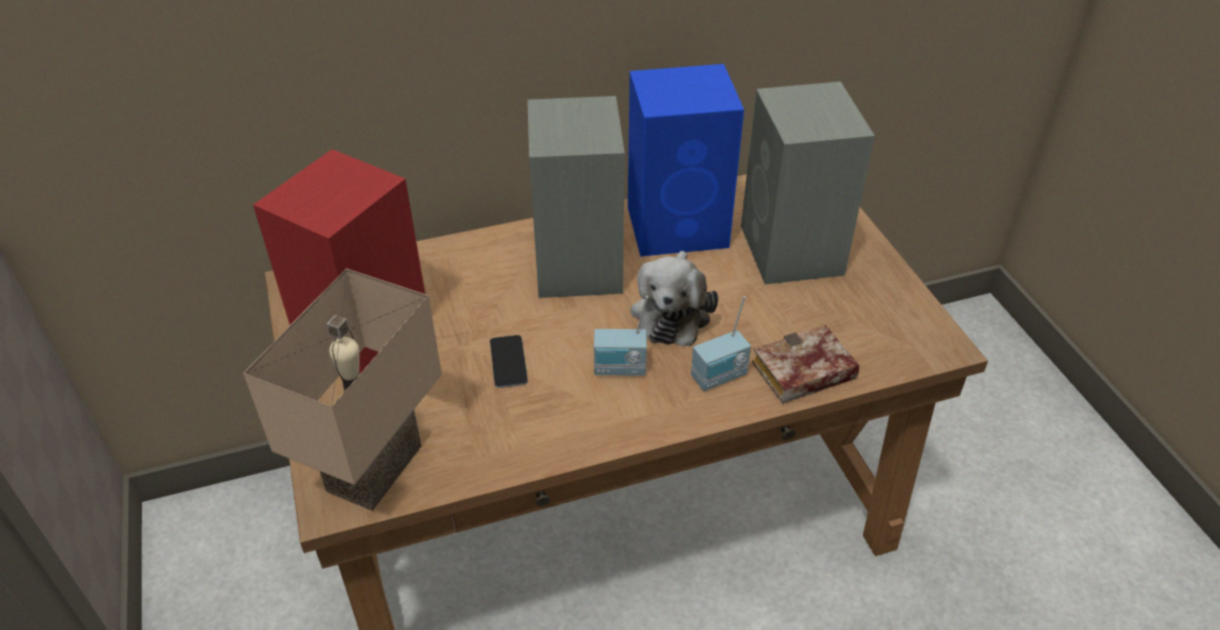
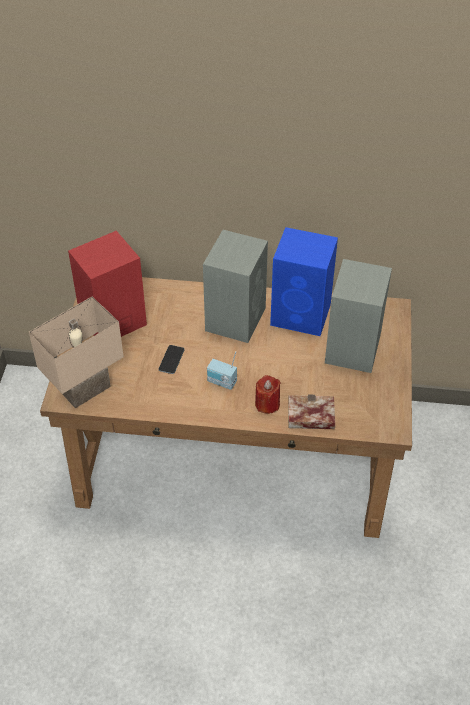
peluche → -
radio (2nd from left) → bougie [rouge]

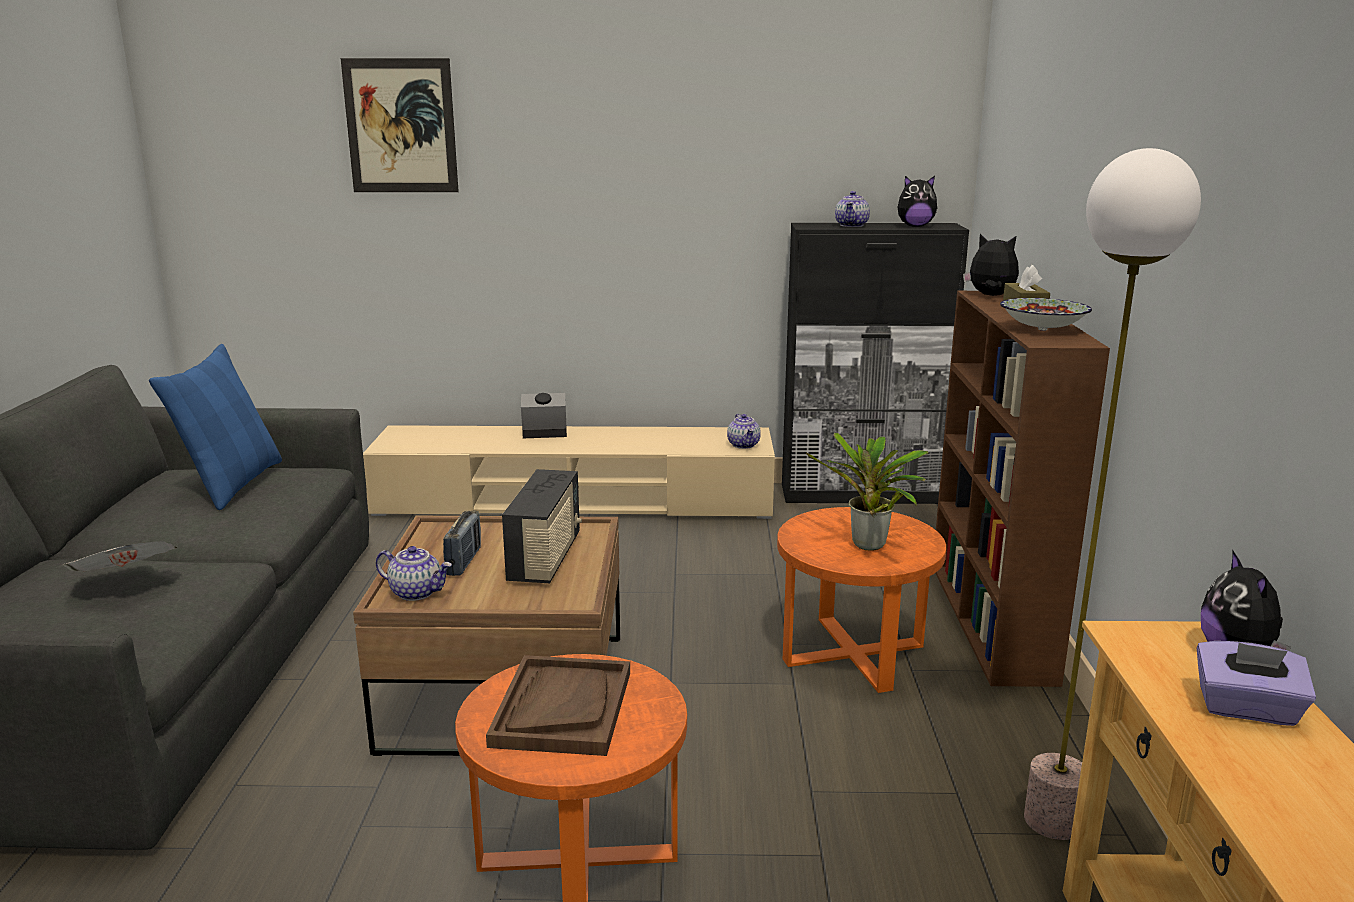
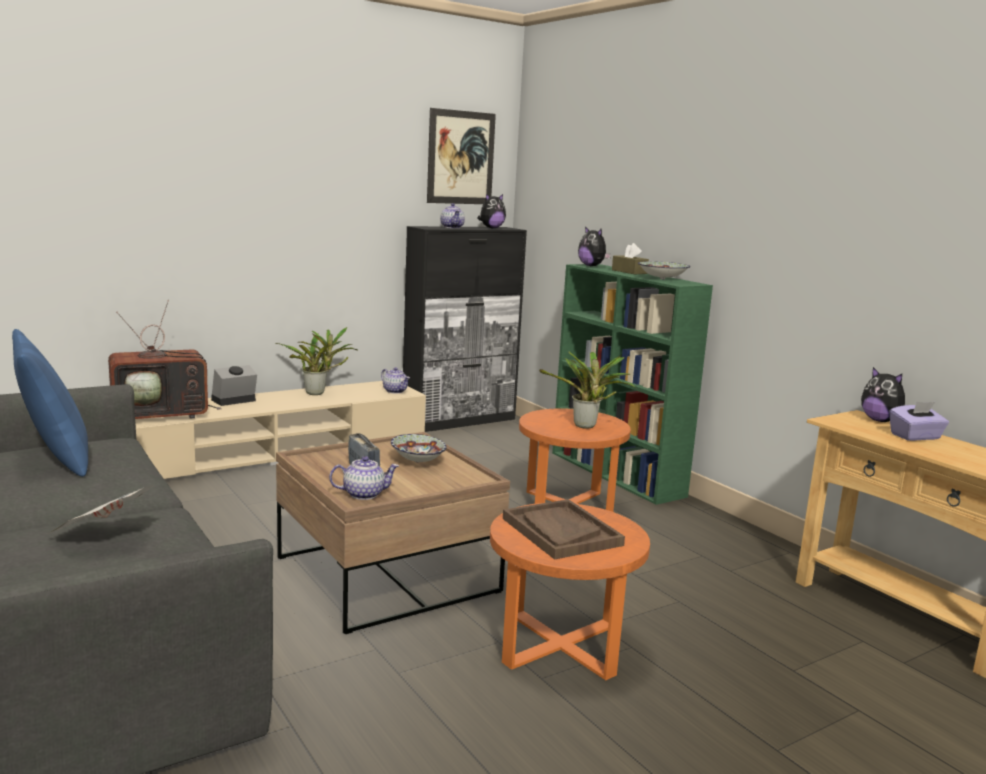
tableau, moved
lampadaire → -
peluche (2nd from left), 120 degrees counterclockwise
bibliothèque [marron] → bibliothèque [vert]
radio (2nd from left) → bol (1st from left)
- → téléviseur
- → plante en pot (1st from left)

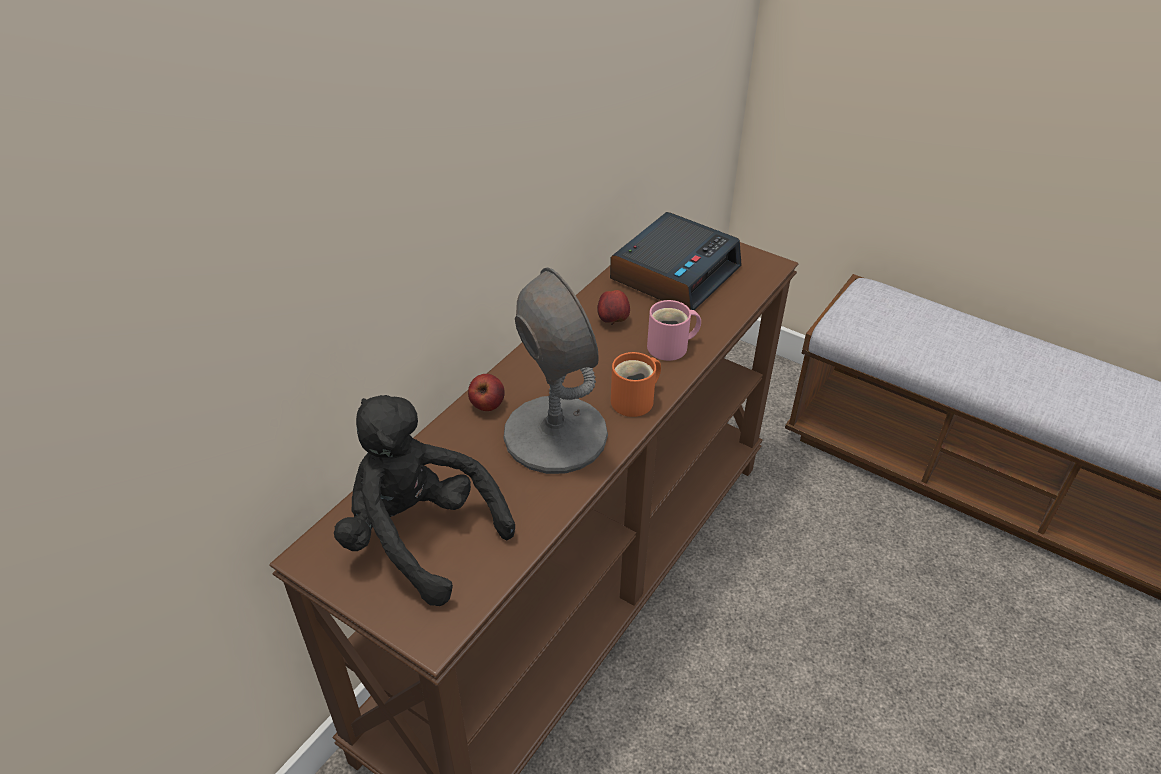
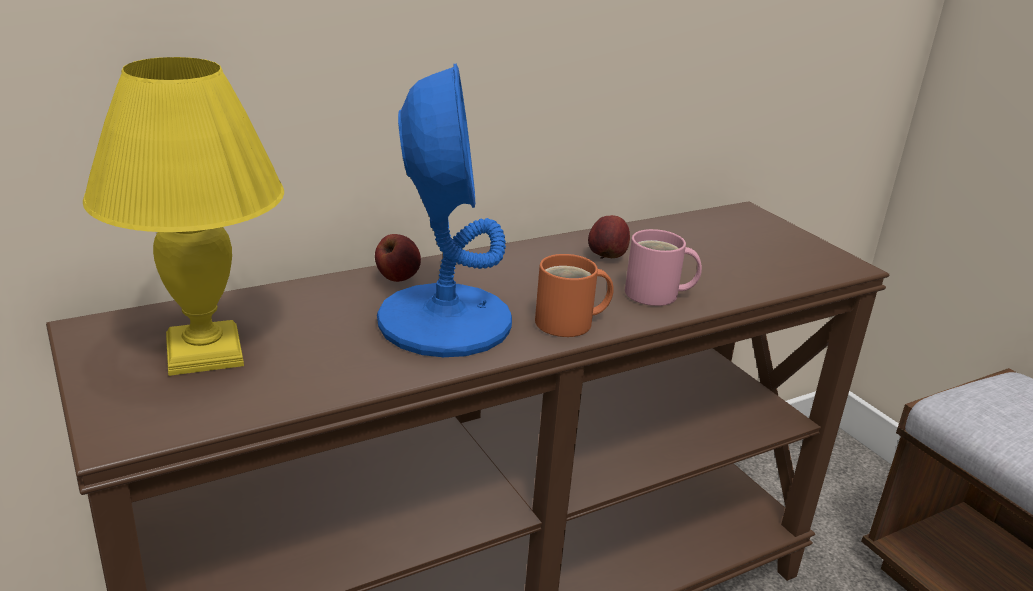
réveil → -
lampe de table [gris] → lampe de table [bleu]
peluche [noir] → lampe de table [jaune]

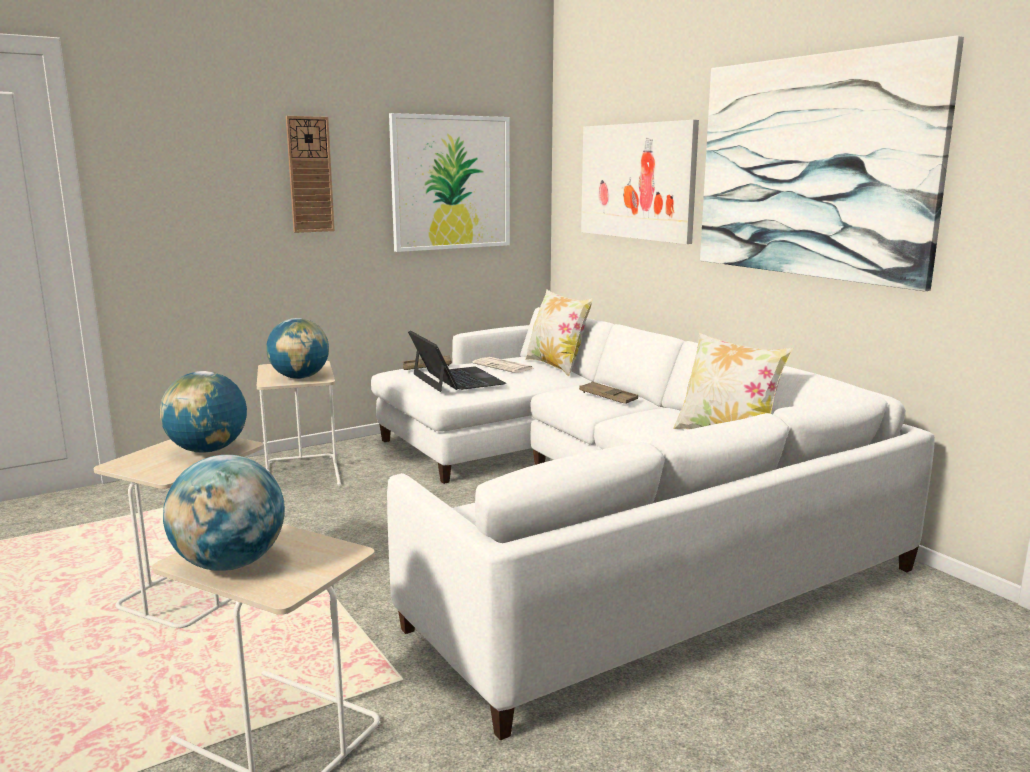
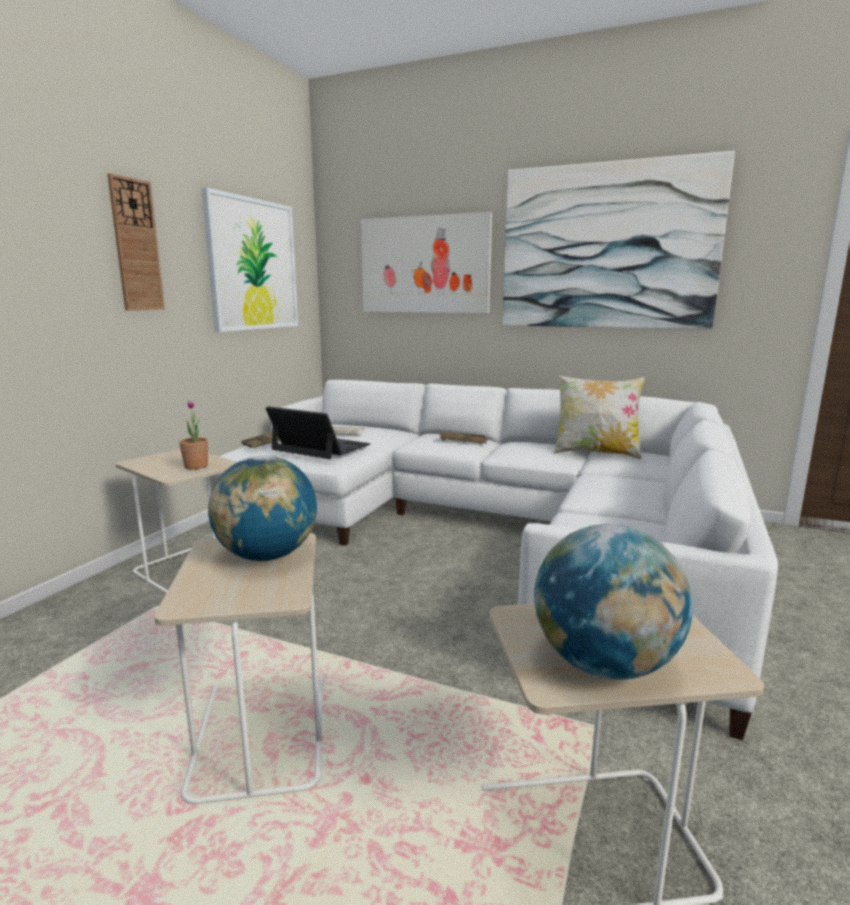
coussin (1st from left) → -
globe (3rd from left) → plante en pot

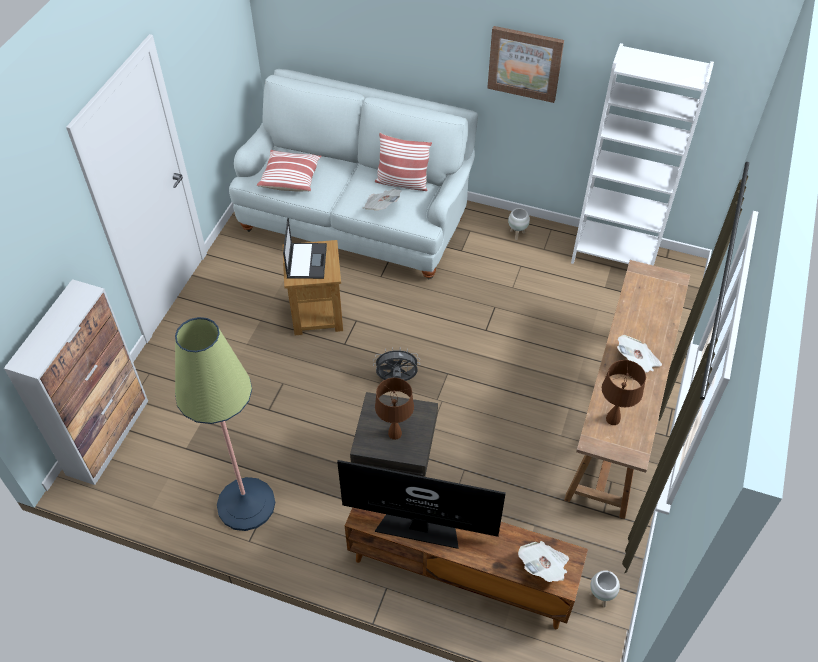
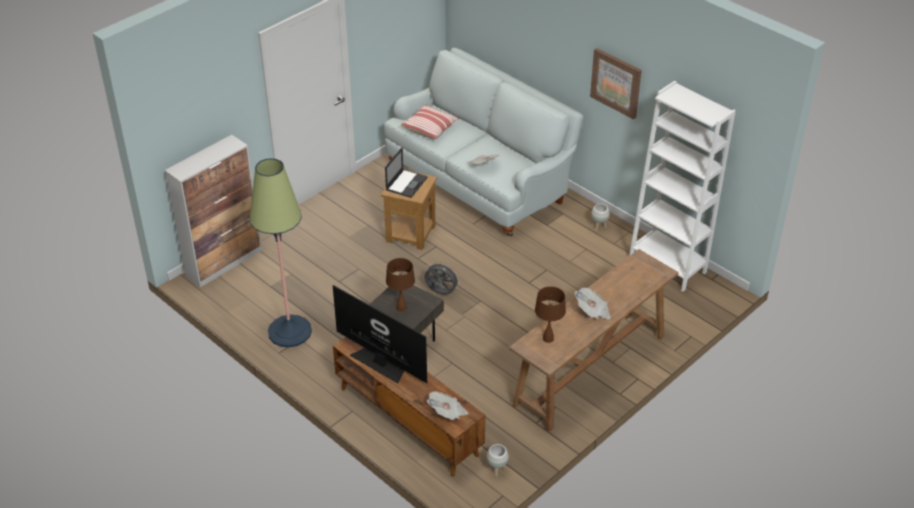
coussin (2nd from left) → -

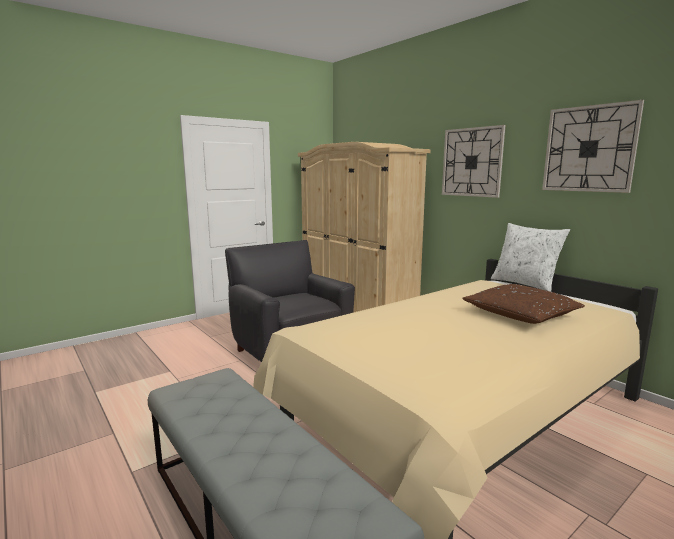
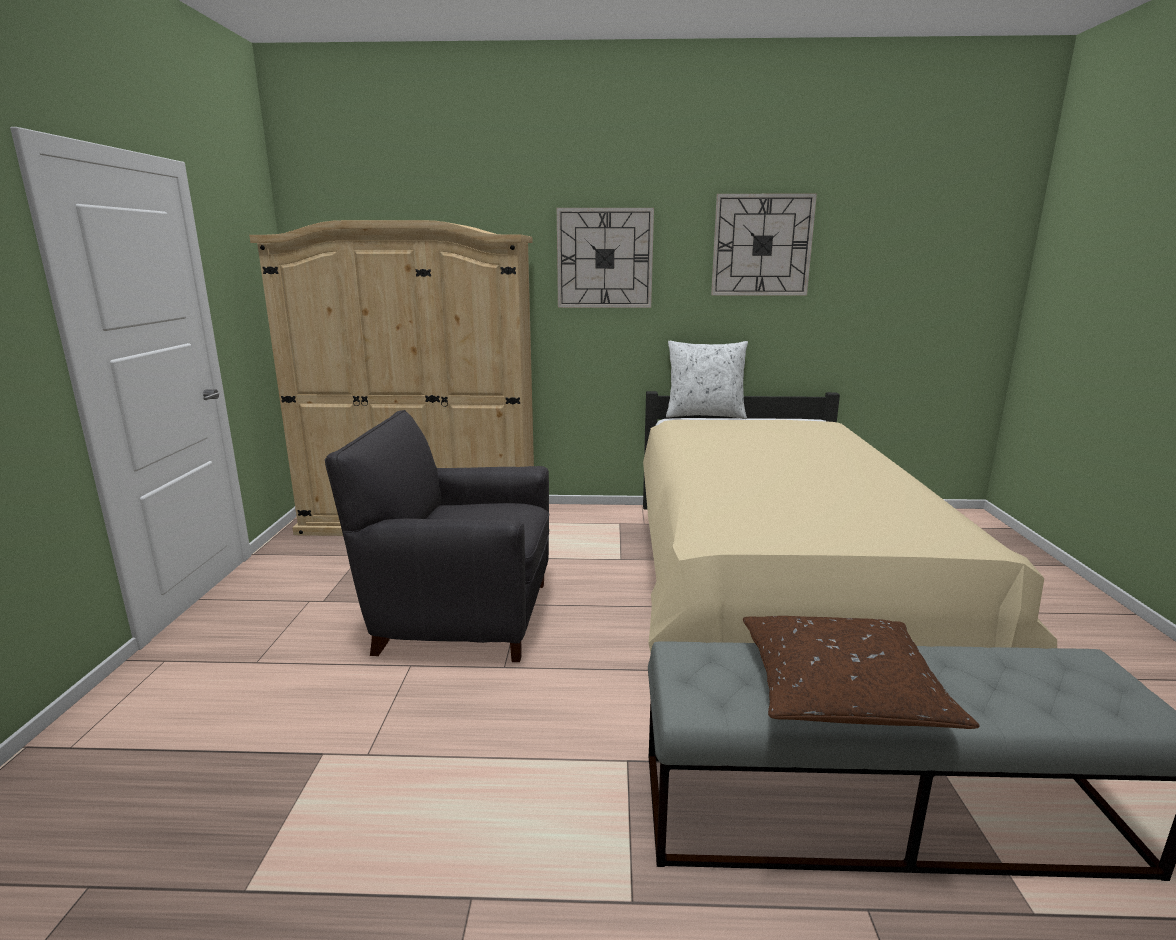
coussin [marron], moved

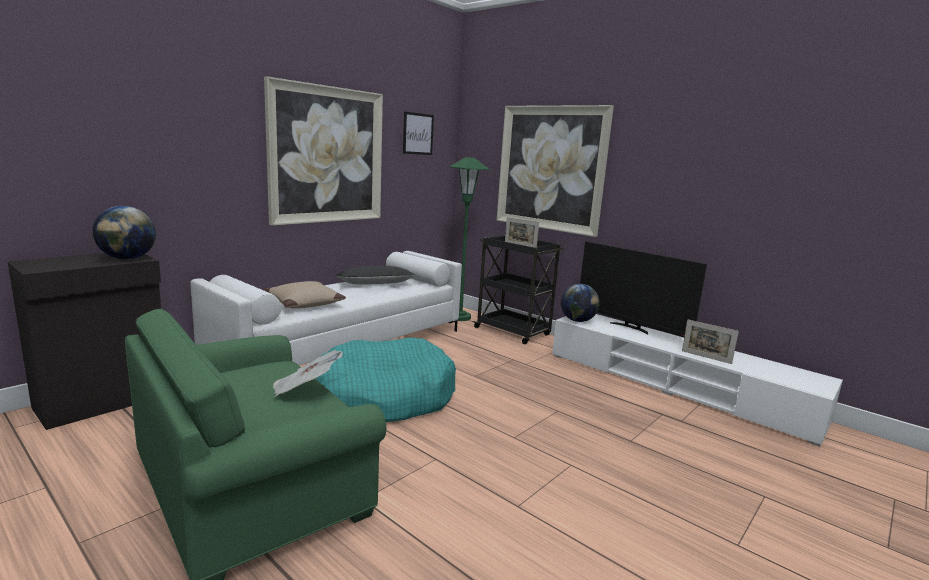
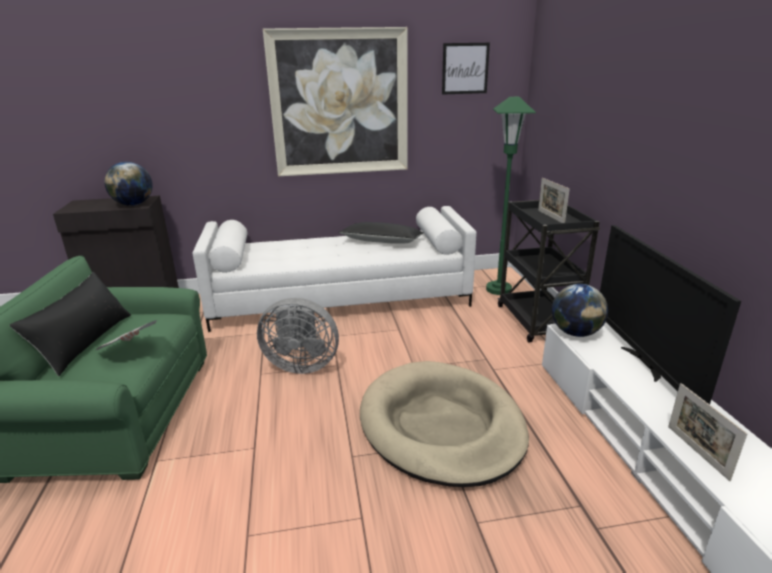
tableau (3rd from left) → -
coussin [beige] → -
panier pour chien [turquoise] → ventilateur [gris]
- → coussin [noir] (1st from left)
- → panier pour chien [beige]

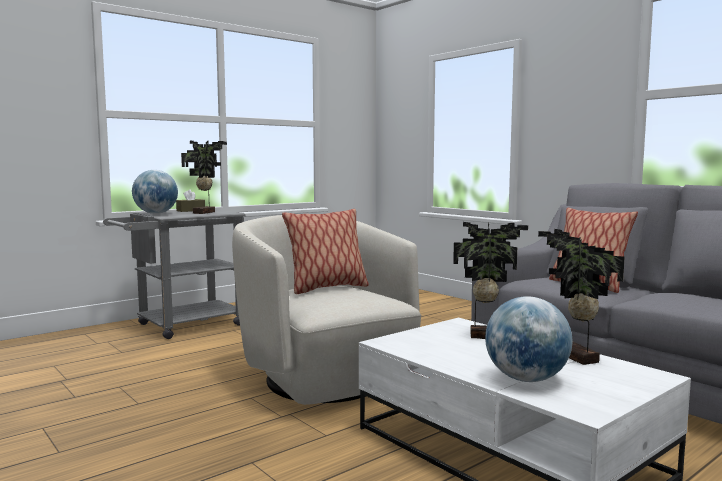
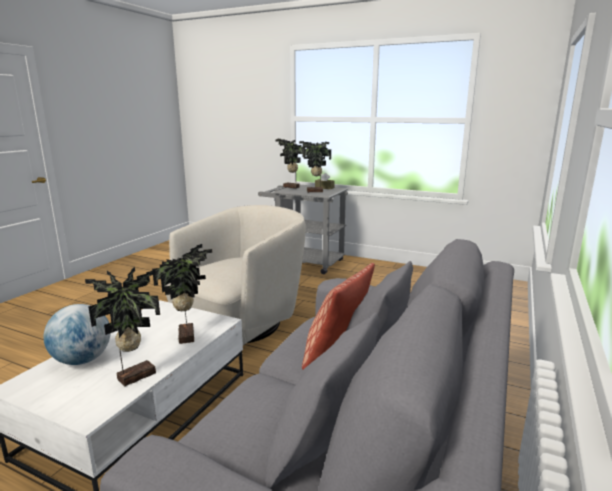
globe (1st from left) → plante en pot (3rd from left)
coussin (1st from left) → -

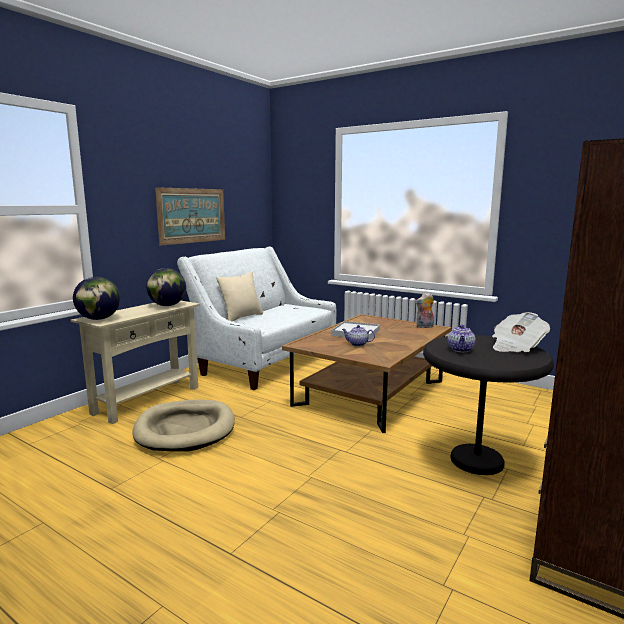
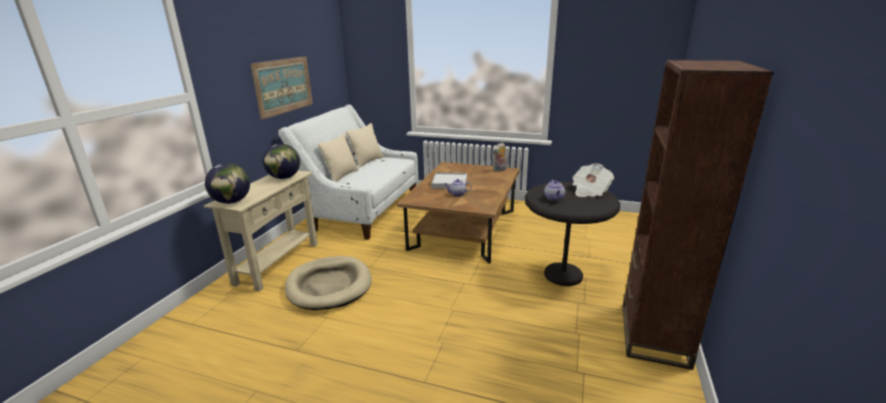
- → coussin [beige] (2nd from left)

